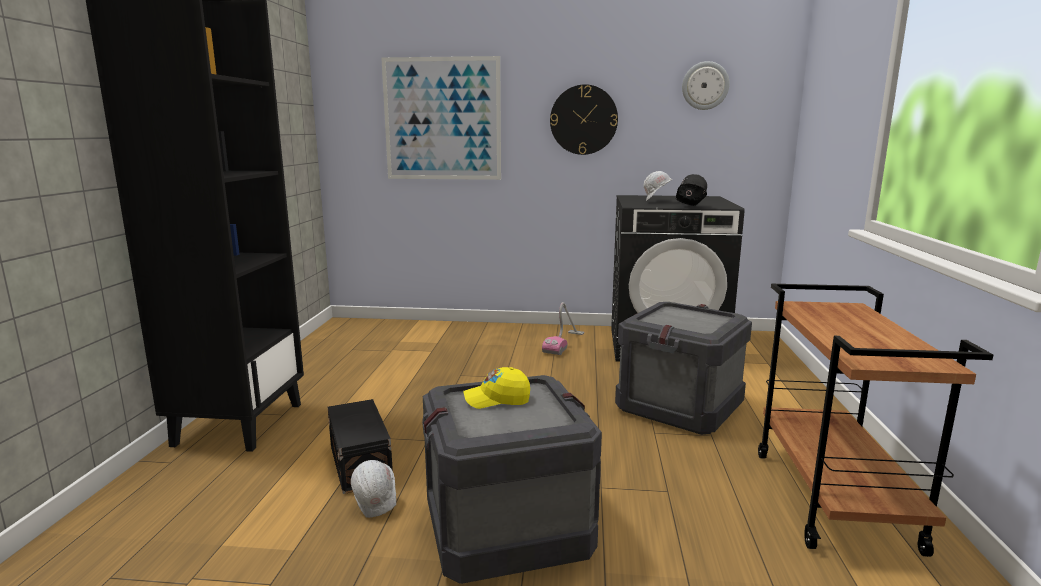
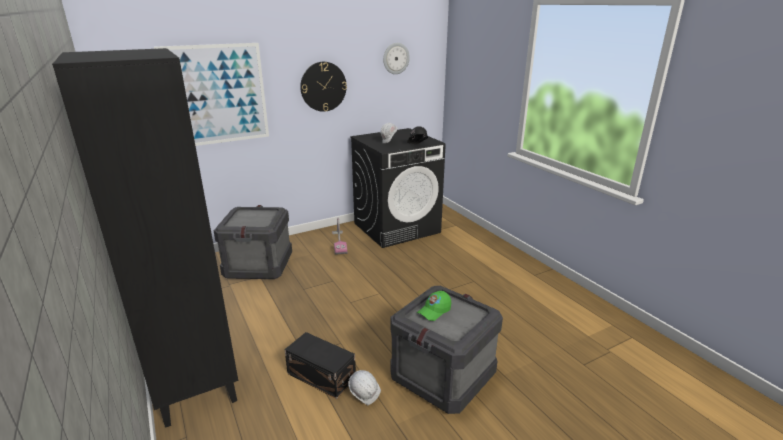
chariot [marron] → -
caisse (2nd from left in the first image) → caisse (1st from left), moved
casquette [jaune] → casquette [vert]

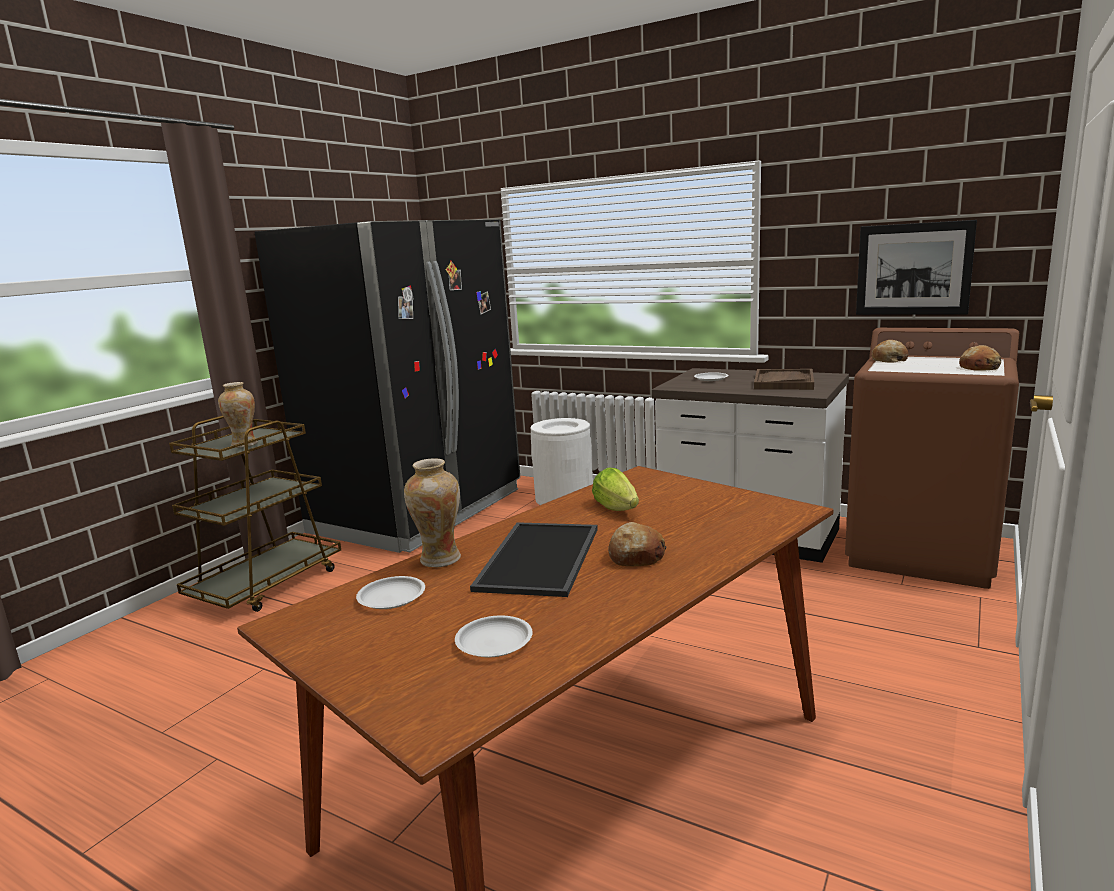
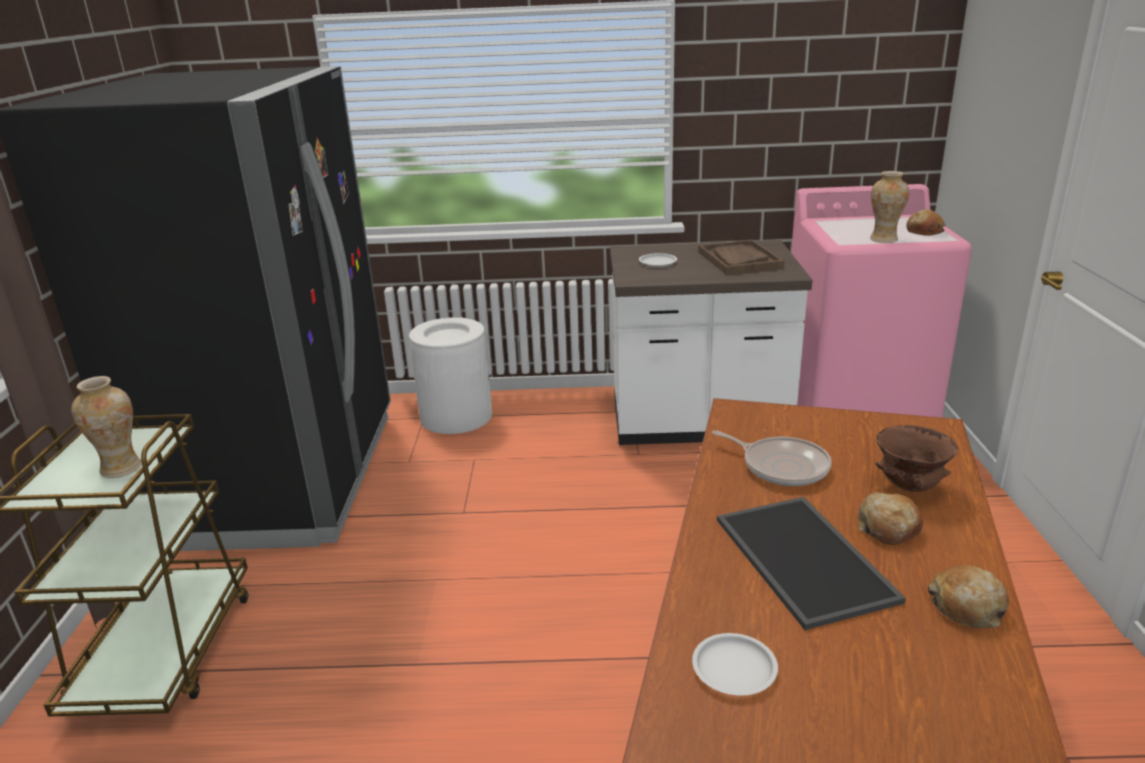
tableau → -
lave-linge [marron] → lave-linge [rose]
pain (2nd from left in the first image) → pain (3rd from left), moved
vase (2nd from left), moved
laitue → poêle
assiette [blanc] (2nd from left) → -
- → bol [marron]

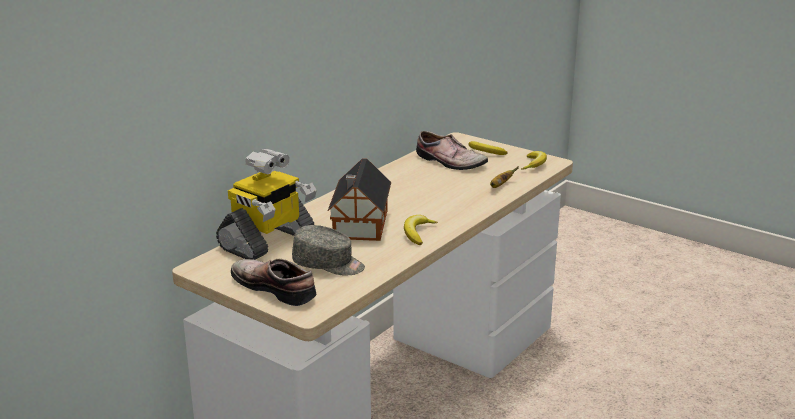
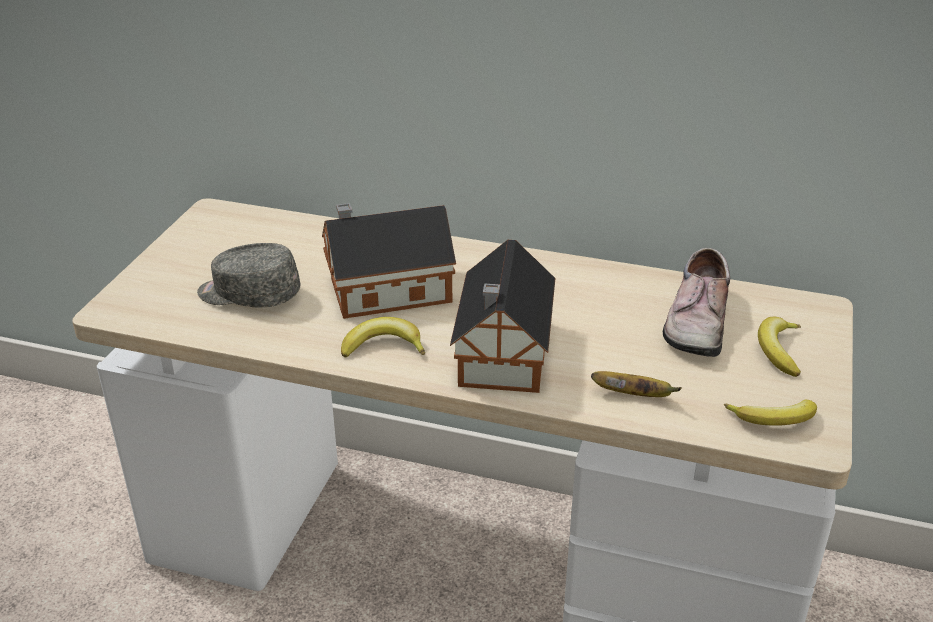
robot jouet → -
casquette [gris], 105 degrees clockwise
chaussure (1st from left) → -
- → maison miniature (2nd from left)

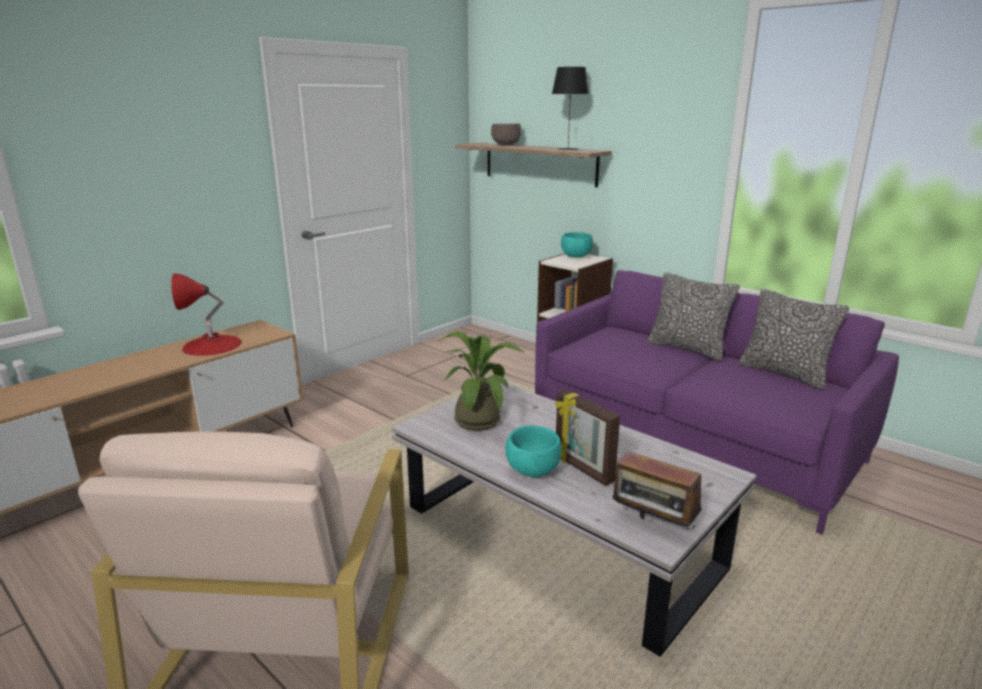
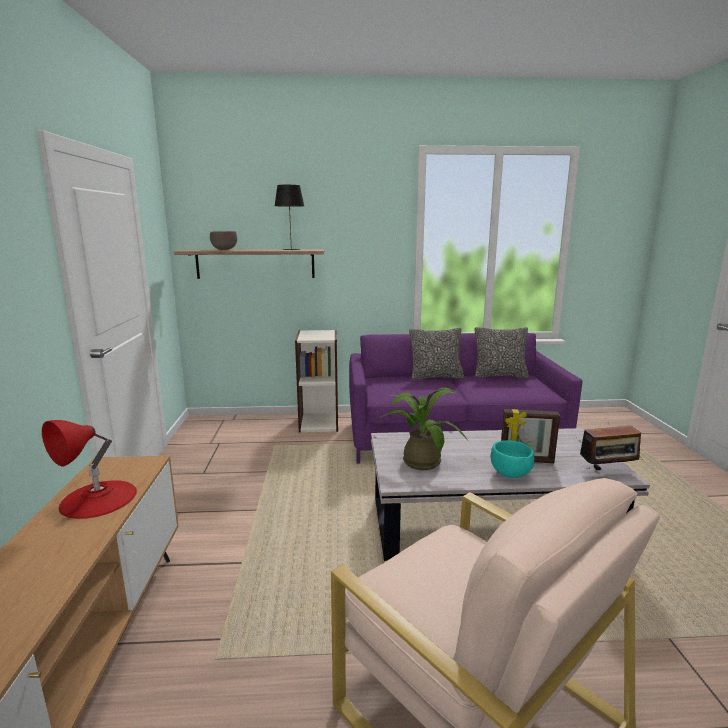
bol [turquoise] (2nd from left) → -

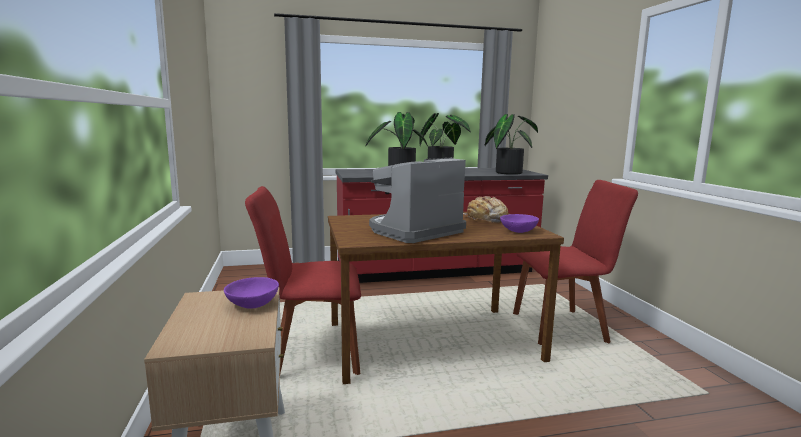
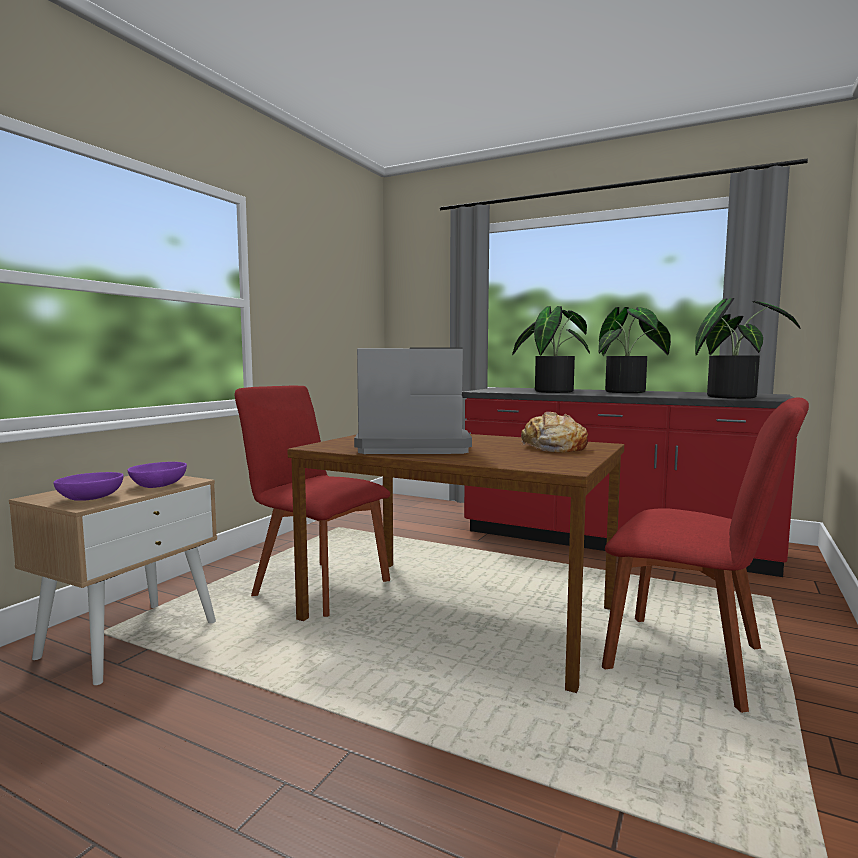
bol [violet] (2nd from left in the first image) → bol [violet] (1st from left), moved

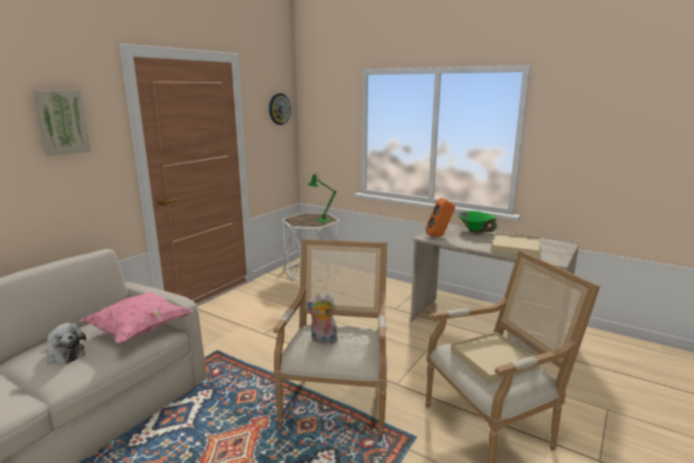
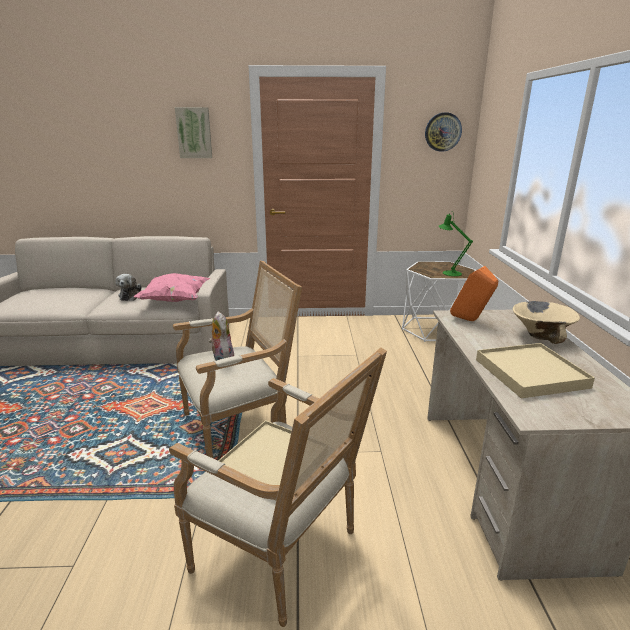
bol [vert] → bol [beige]

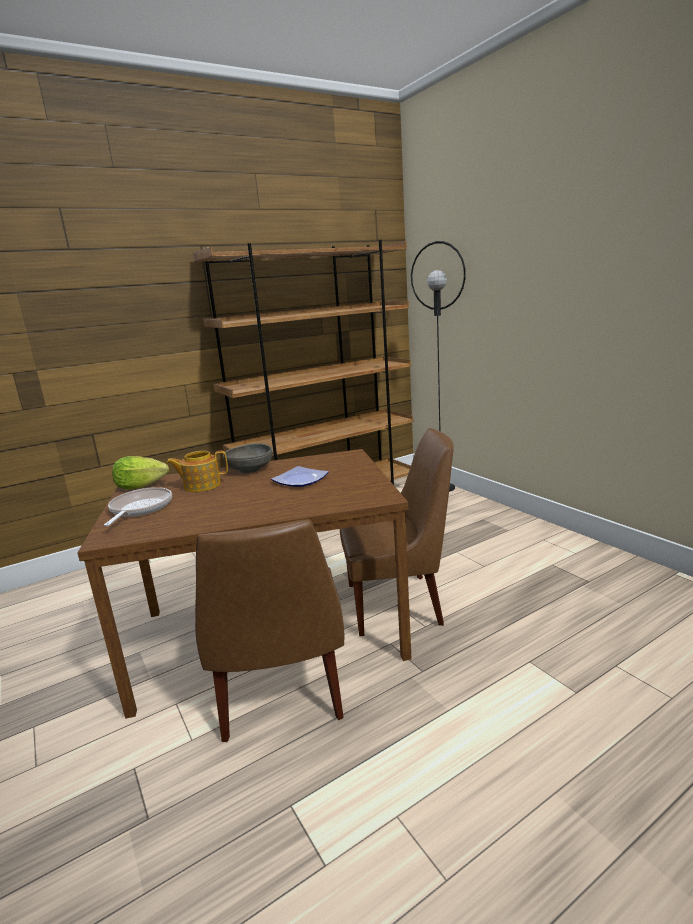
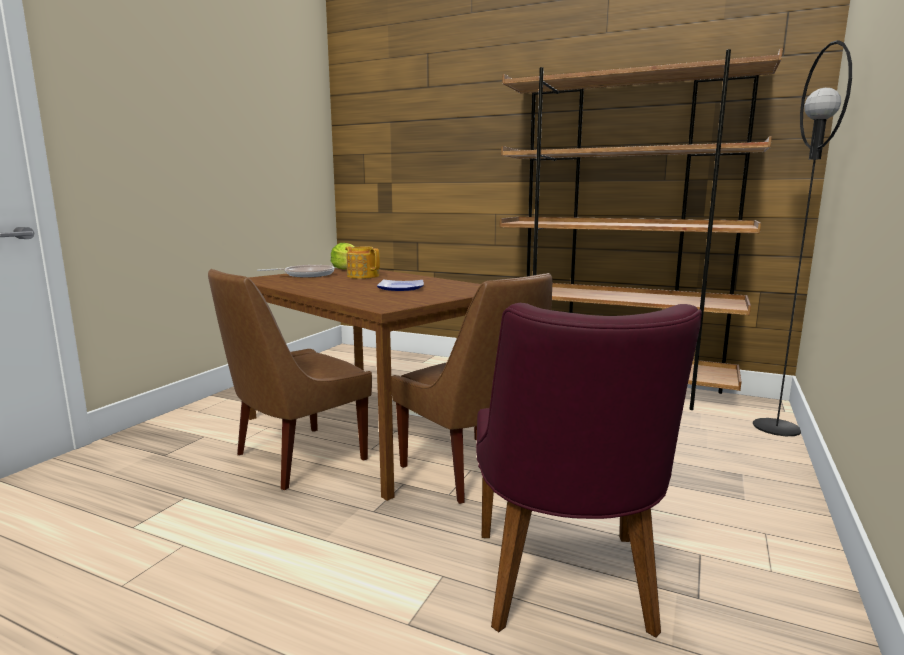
bol [gris] → -
- → chaise [violet]

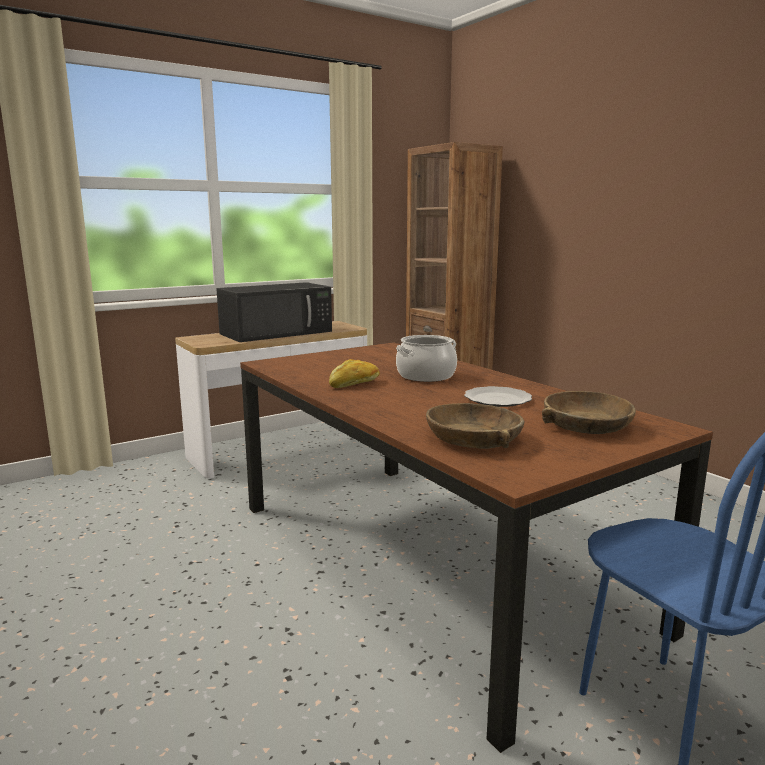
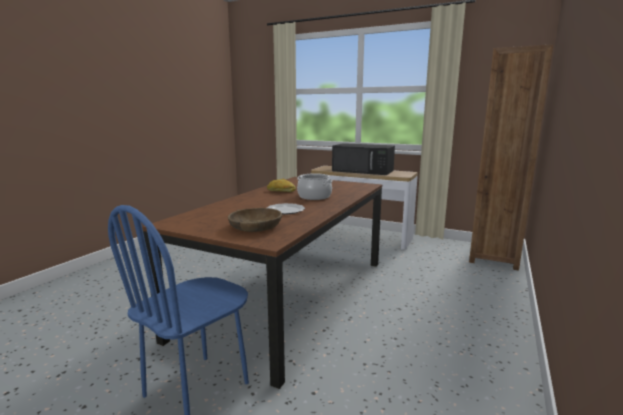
bol [marron] (1st from left) → -

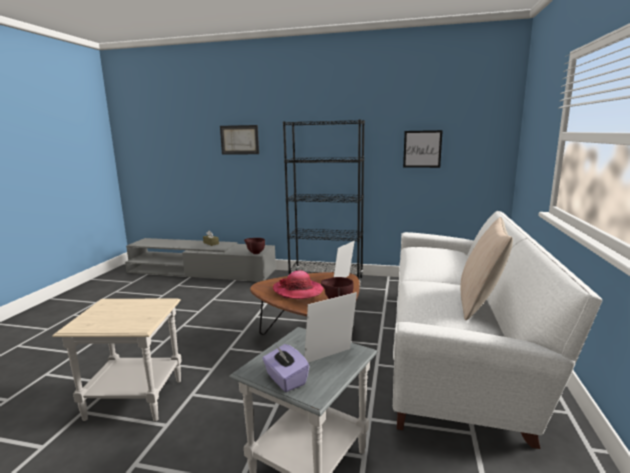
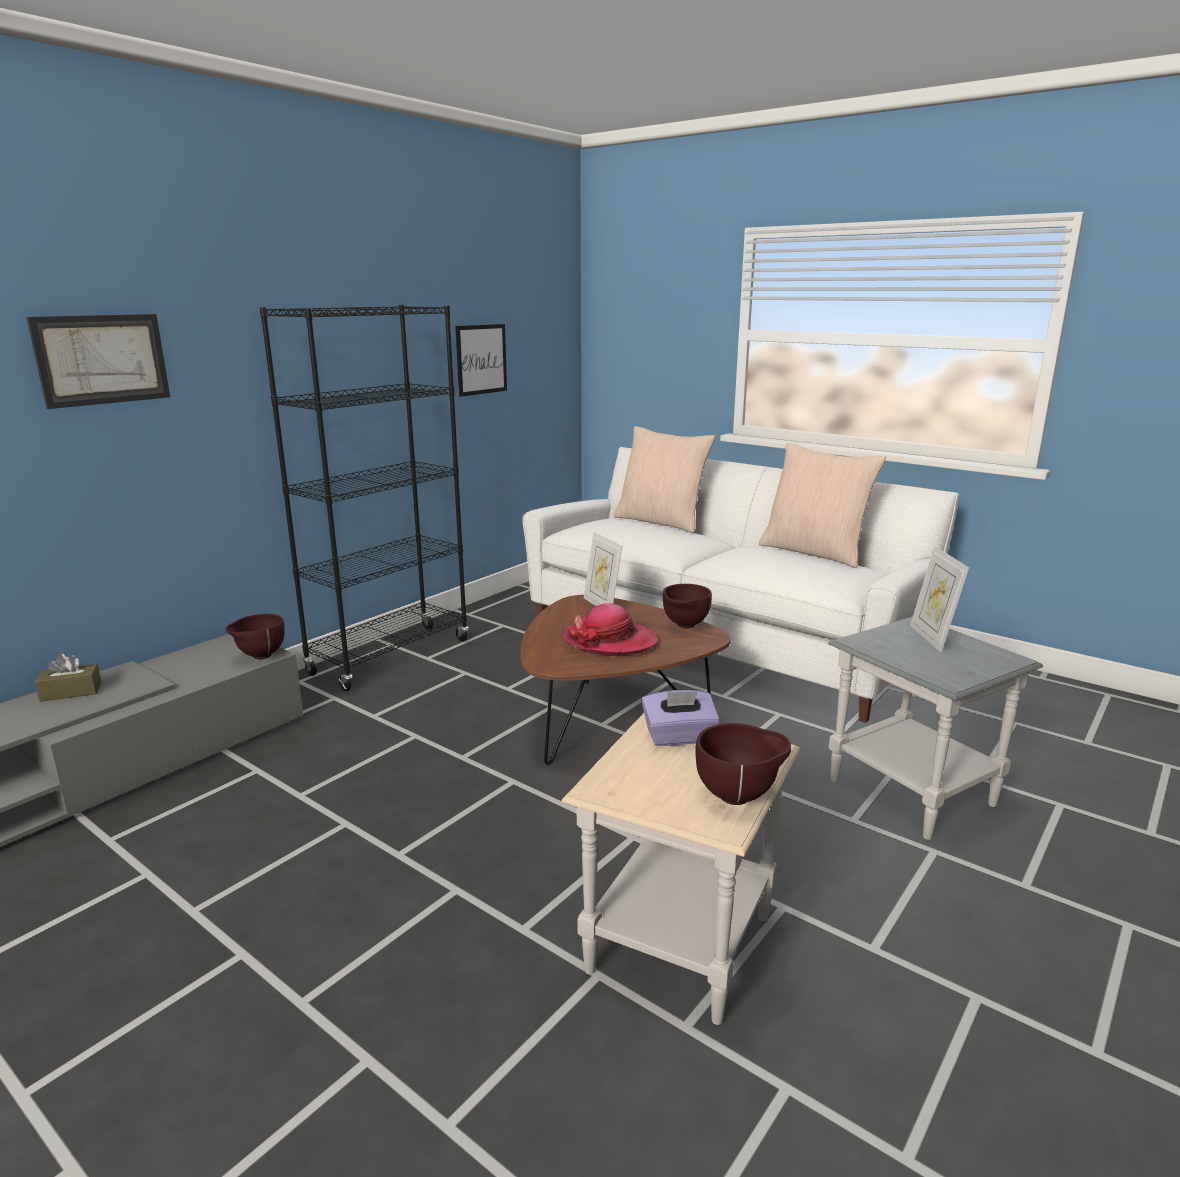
boîte à mouchoirs [violet], moved
- → coussin [beige] (1st from left)
- → bol [marron] (3rd from left)

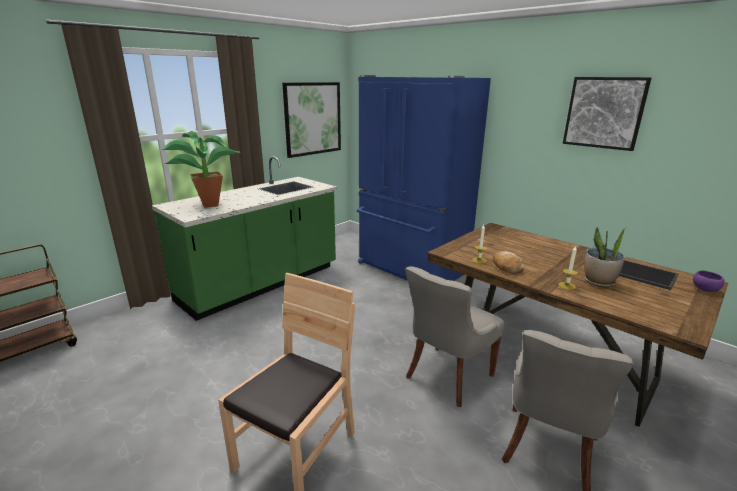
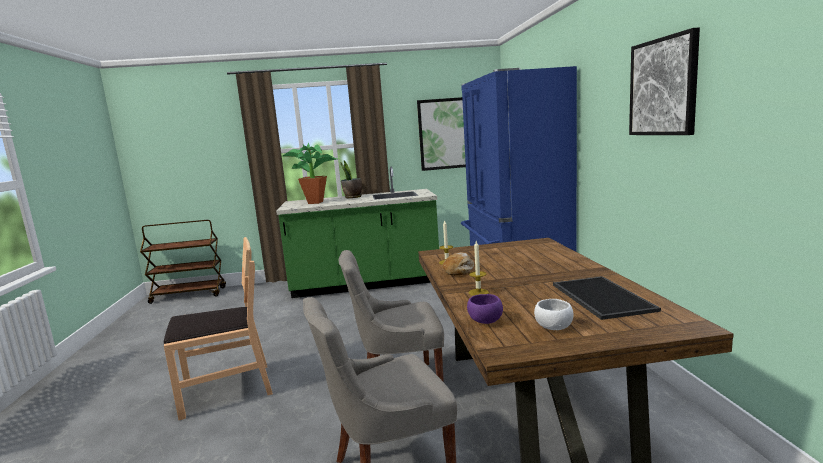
plante en pot (2nd from left), moved
bol [violet], moved
- → bol [blanc]

